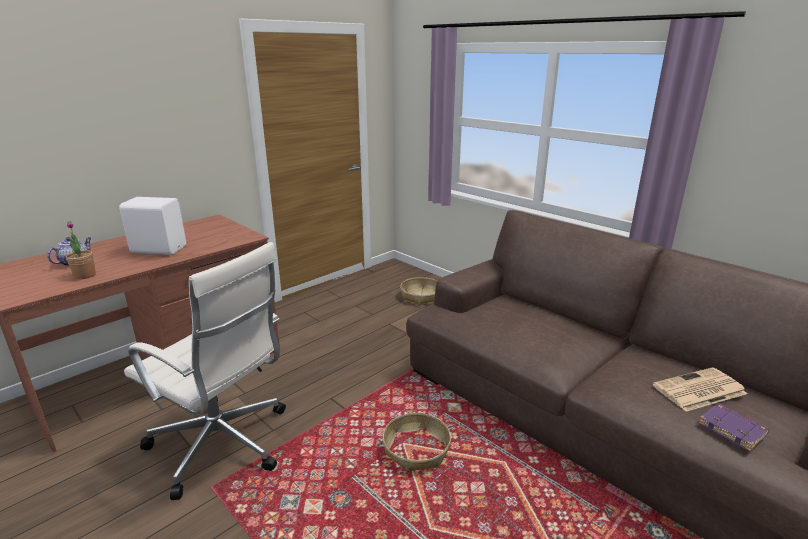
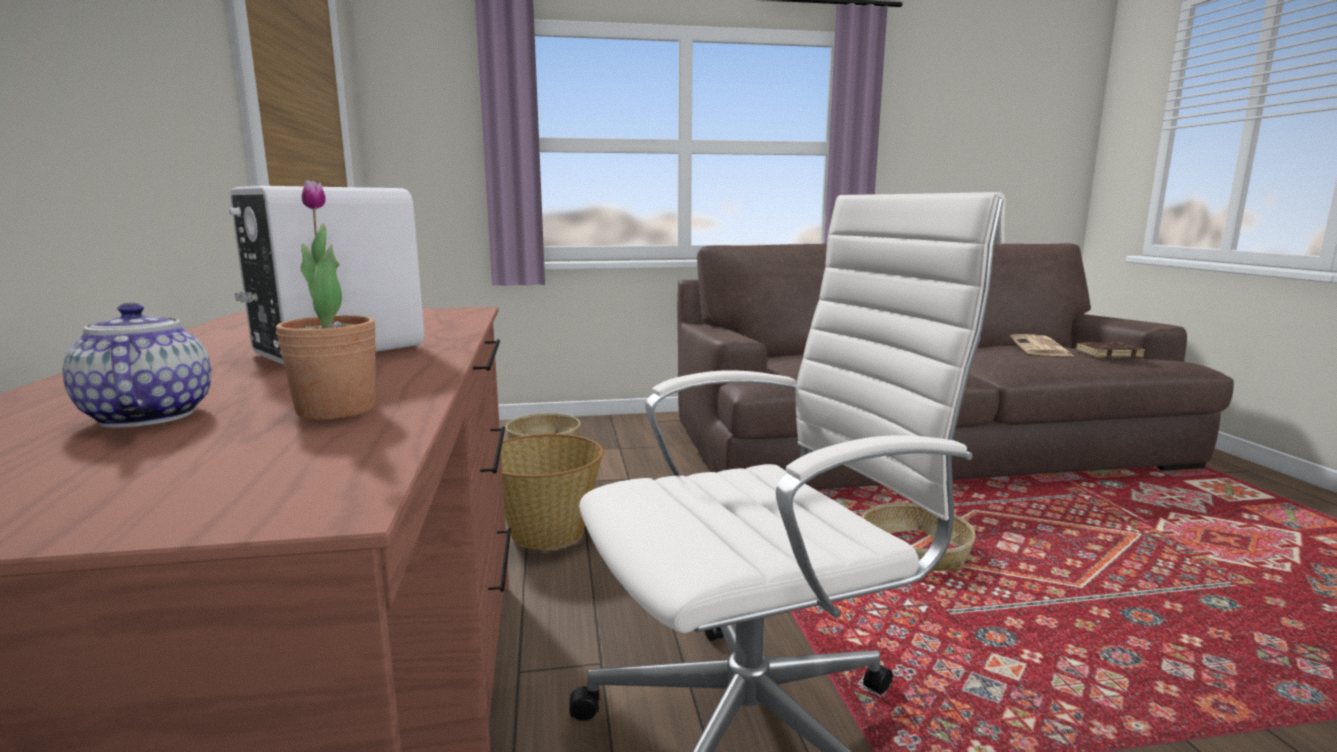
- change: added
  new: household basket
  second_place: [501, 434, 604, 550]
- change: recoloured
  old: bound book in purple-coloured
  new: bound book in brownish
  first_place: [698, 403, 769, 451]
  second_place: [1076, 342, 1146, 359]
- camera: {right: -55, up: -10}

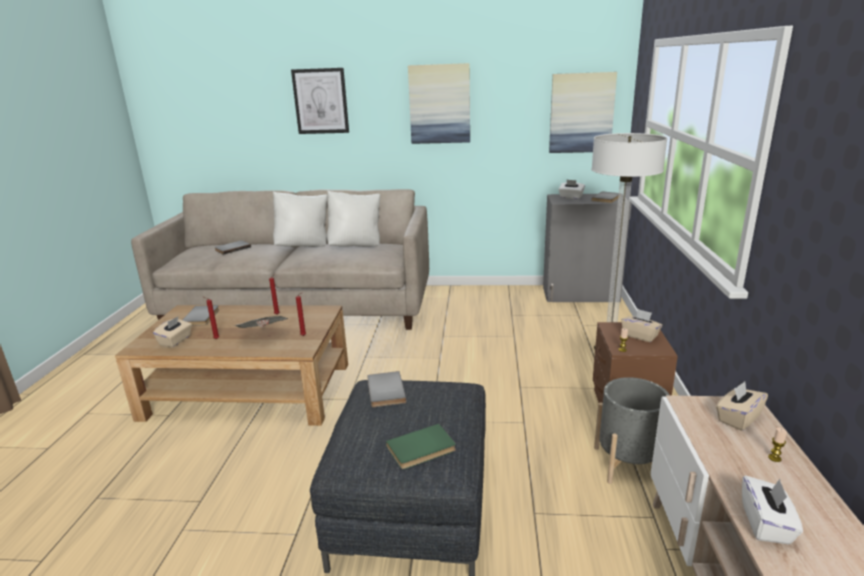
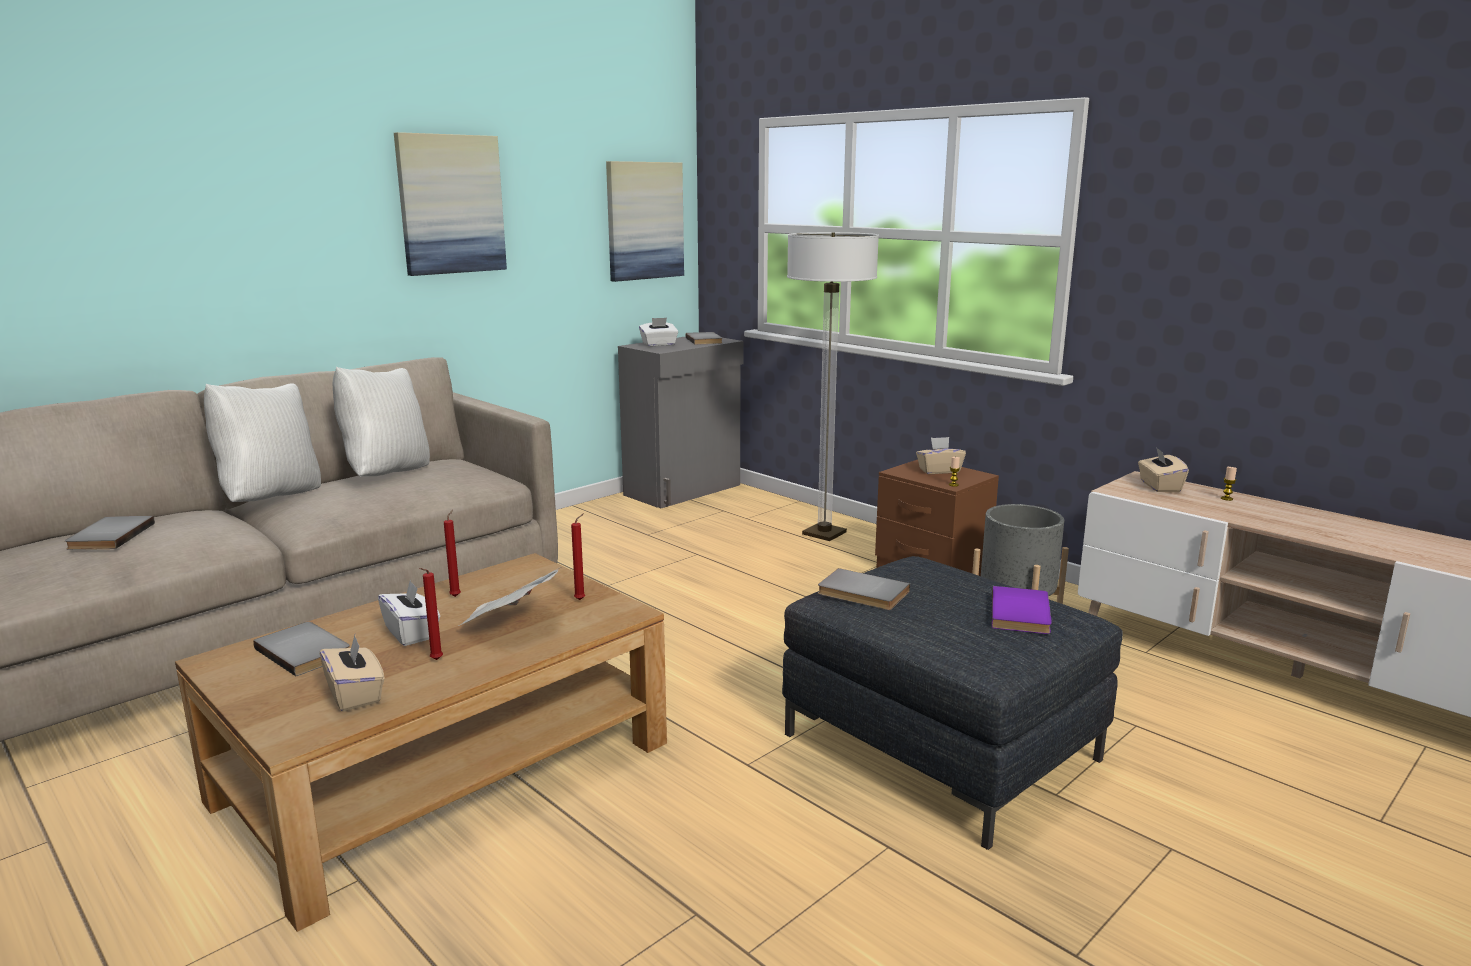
- change: moved
  old: tissue holder in white
  first_place: [742, 475, 803, 545]
  second_place: [378, 580, 440, 646]
- change: recoloured
  old: bound book in green-coloured
  new: bound book in purple-coloured
  first_place: [386, 424, 456, 469]
  second_place: [992, 586, 1052, 634]
- change: removed
  old: wall picture
  first_place: [291, 68, 349, 134]
- camera: {right: -50, up: -5}

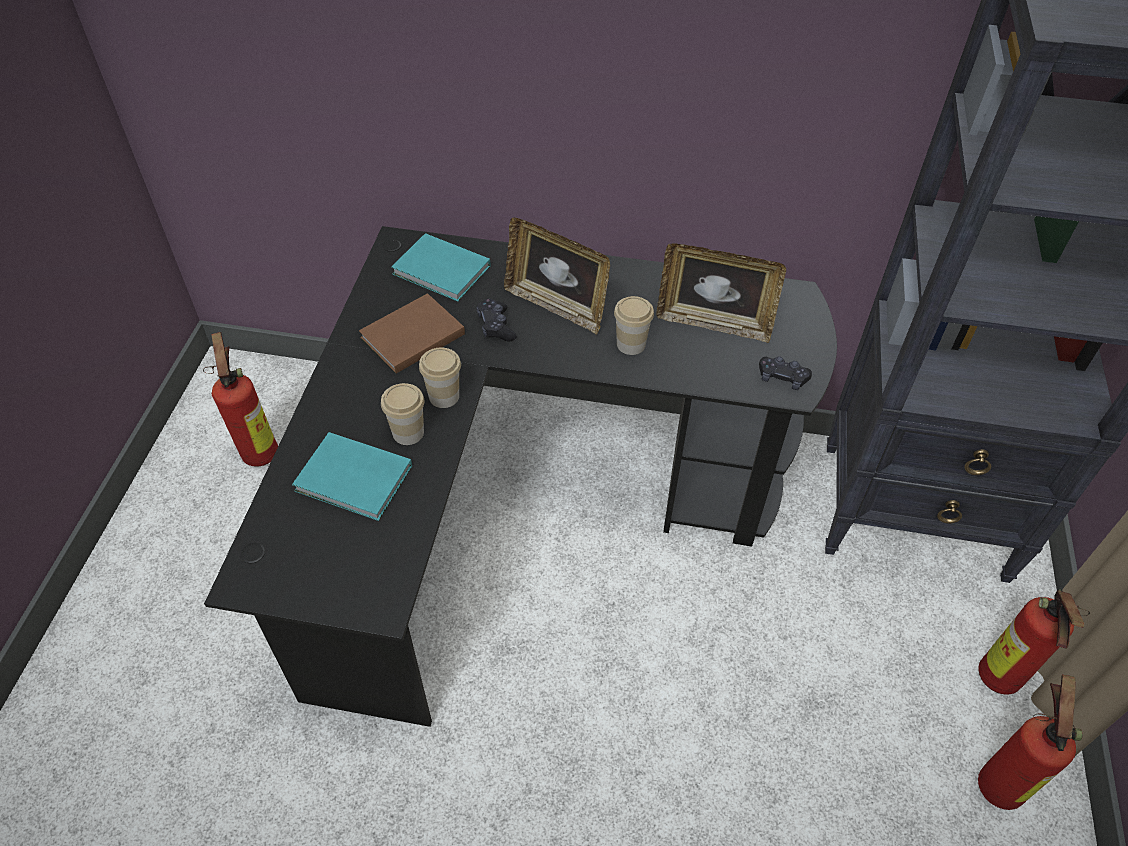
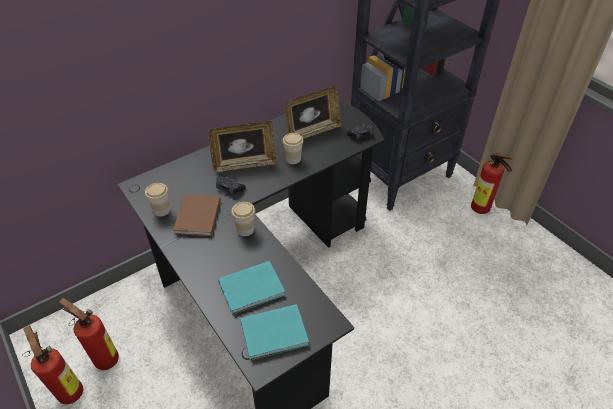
- change: moved
  old: fire-fighting cylinder
  first_place: [978, 675, 1083, 810]
  second_place: [22, 325, 83, 404]
- change: moved
  old: cup
  first_place: [381, 383, 425, 445]
  second_place: [145, 183, 170, 217]
- change: moved
  old: bound book in blue-green
  first_place: [391, 233, 490, 301]
  second_place: [240, 304, 309, 361]
- camera: {right: -45, up: -5}

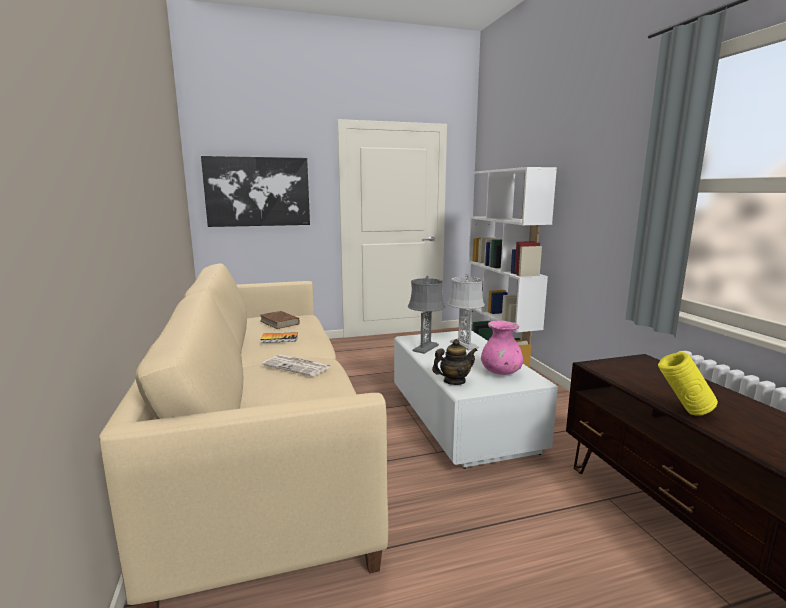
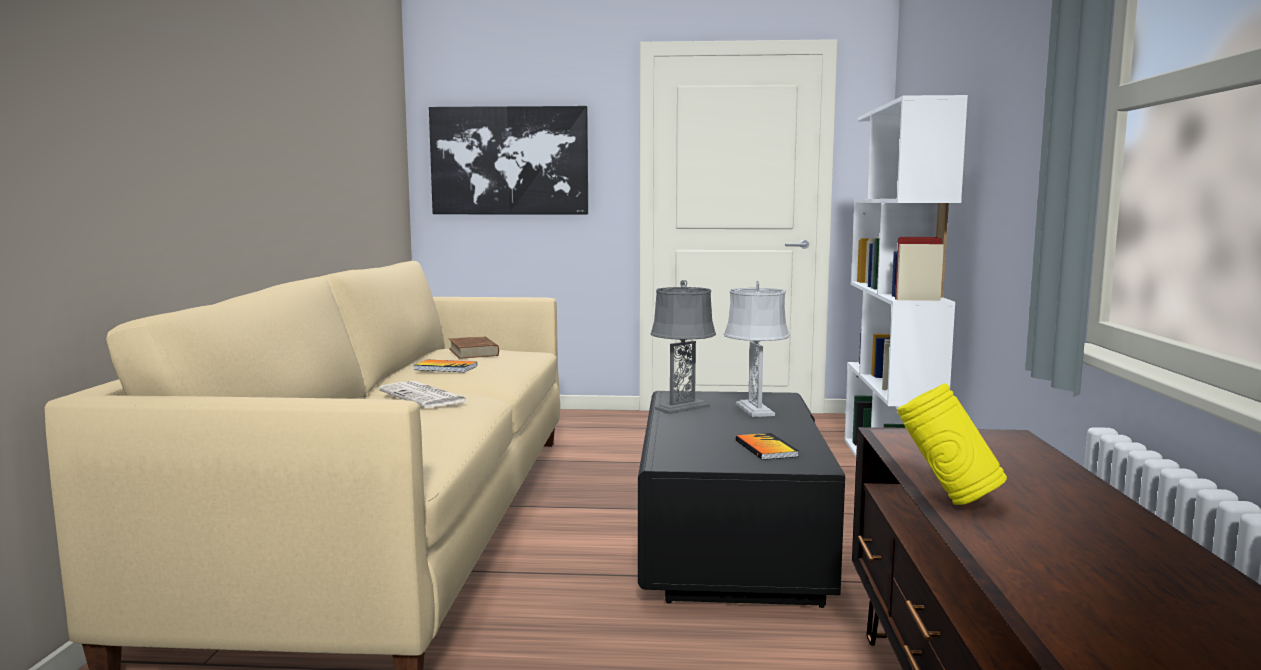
- change: recoloured
  old: coffee table in white
  new: coffee table in black
  first_place: [394, 330, 558, 469]
  second_place: [638, 391, 845, 608]
- change: replaced
  old: flower vase in pink
  new: bound book
  first_place: [481, 321, 523, 375]
  second_place: [736, 433, 799, 460]
- change: removed
  old: teapot
  first_place: [432, 339, 478, 385]
- camera: {right: 20, up: -5}

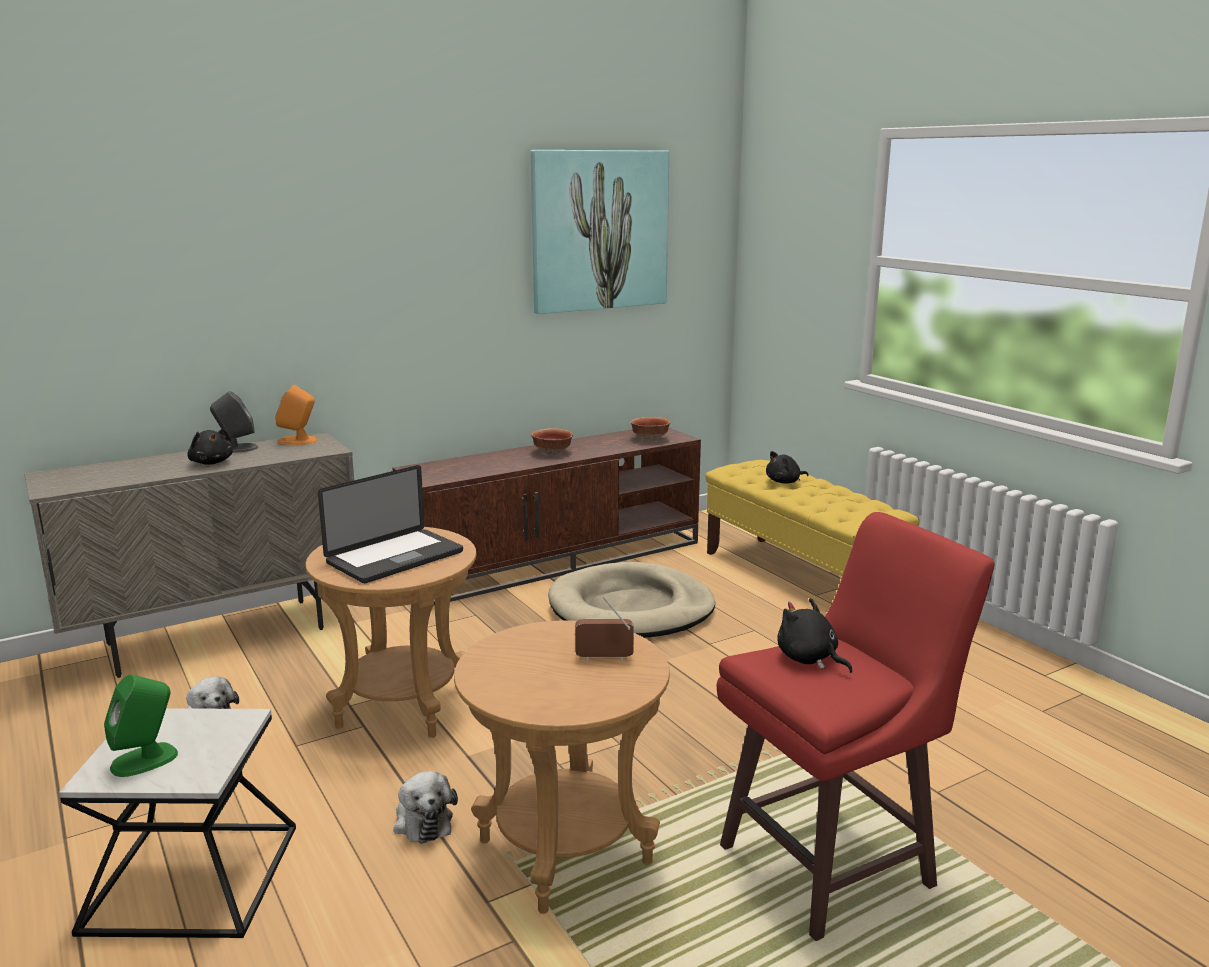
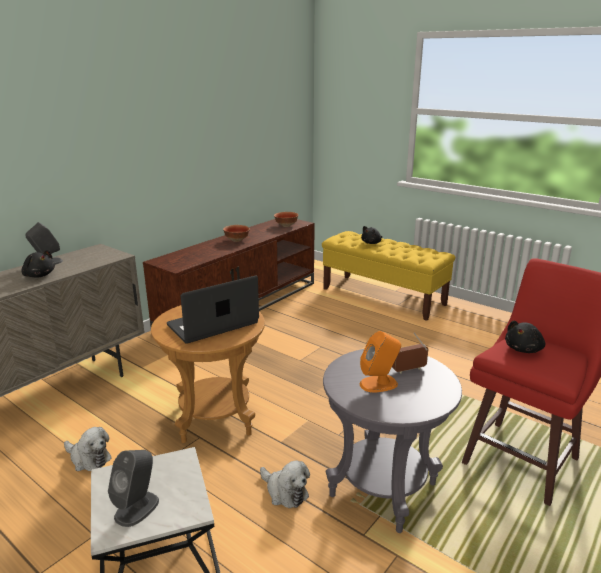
- change: recoloured
  old: speaker in green-coloured
  new: speaker in grey
  first_place: [104, 674, 178, 777]
  second_place: [108, 450, 159, 527]
- change: turned
  old: laptop
  first_place: [318, 465, 463, 583]
  second_place: [167, 276, 259, 344]
  degrees: -150
- change: recoloured
  old: accent table in brownish
  new: accent table in grey
  first_place: [454, 620, 670, 914]
  second_place: [323, 349, 462, 533]
- change: moved
  old: speaker in orange
  first_place: [275, 385, 317, 445]
  second_place: [360, 331, 401, 393]
- change: turned
  old: cuddly toy in black
  first_place: [777, 598, 853, 673]
  second_place: [505, 321, 545, 353]
  degrees: -75
- change: removed
  old: wall picture
  first_place: [531, 150, 669, 314]
- change: removed
  old: dog cushion in sand-coloured
  first_place: [548, 562, 715, 638]
- camera: {right: -20, up: 5}

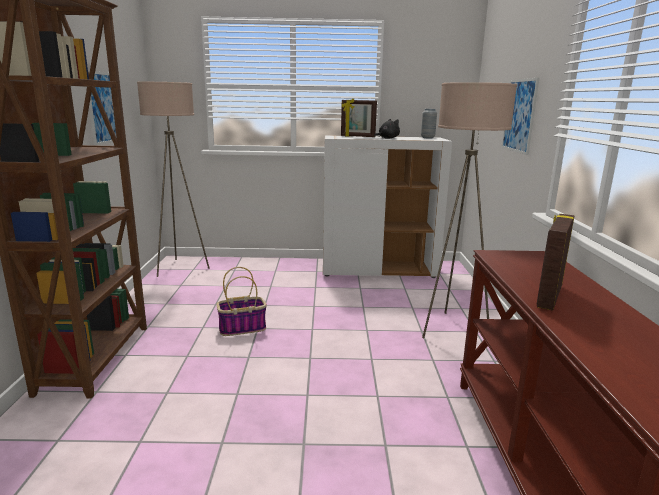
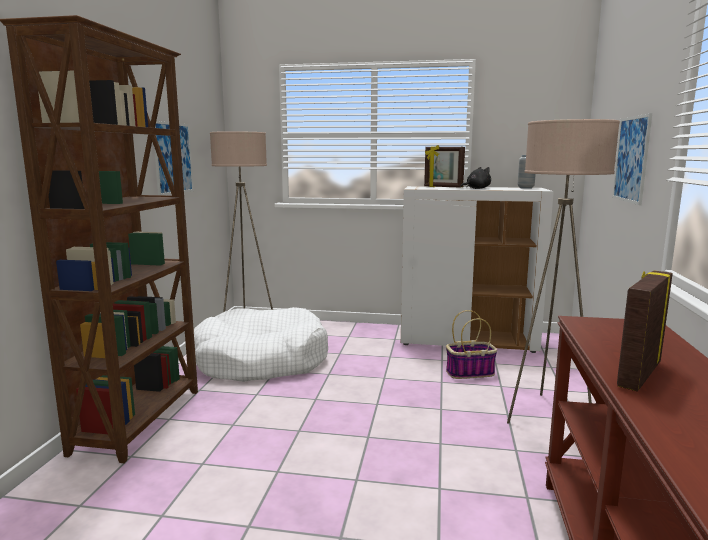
- change: added
  new: dog cushion in white
  second_place: [194, 307, 328, 382]
- change: moved
  old: household basket
  first_place: [216, 267, 267, 336]
  second_place: [446, 310, 497, 379]
- camera: {right: 10, up: -5}

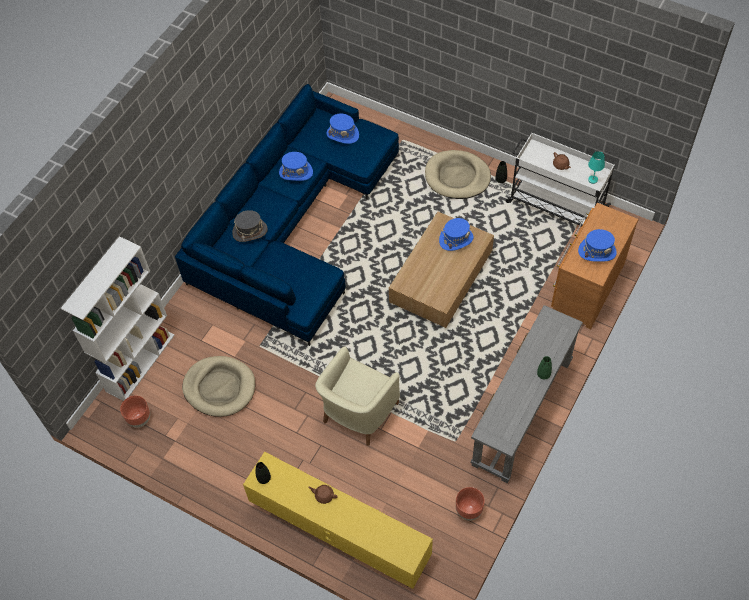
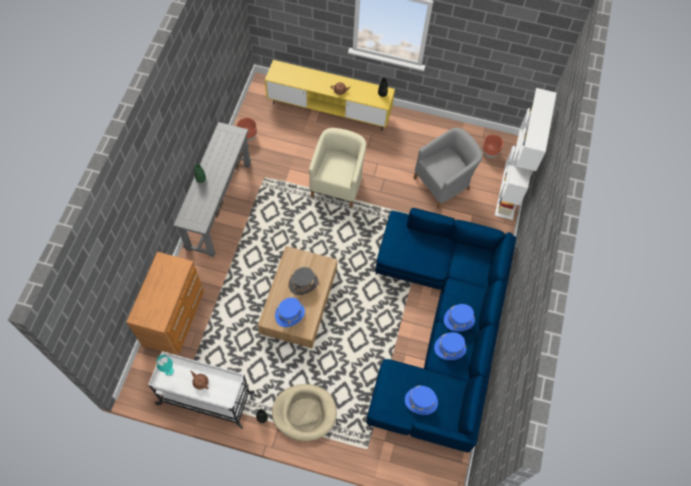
- change: moved
  old: hat in grey
  first_place: [232, 210, 268, 242]
  second_place: [289, 267, 319, 295]
- change: replaced
  old: dog cushion in sand-coloured
  new: lounge chair in grey
  first_place: [182, 356, 255, 417]
  second_place: [413, 128, 482, 209]
- change: moved
  old: hat in blue
  first_place: [578, 229, 617, 262]
  second_place: [444, 304, 475, 331]
- camera: {right: 160, up: 5}

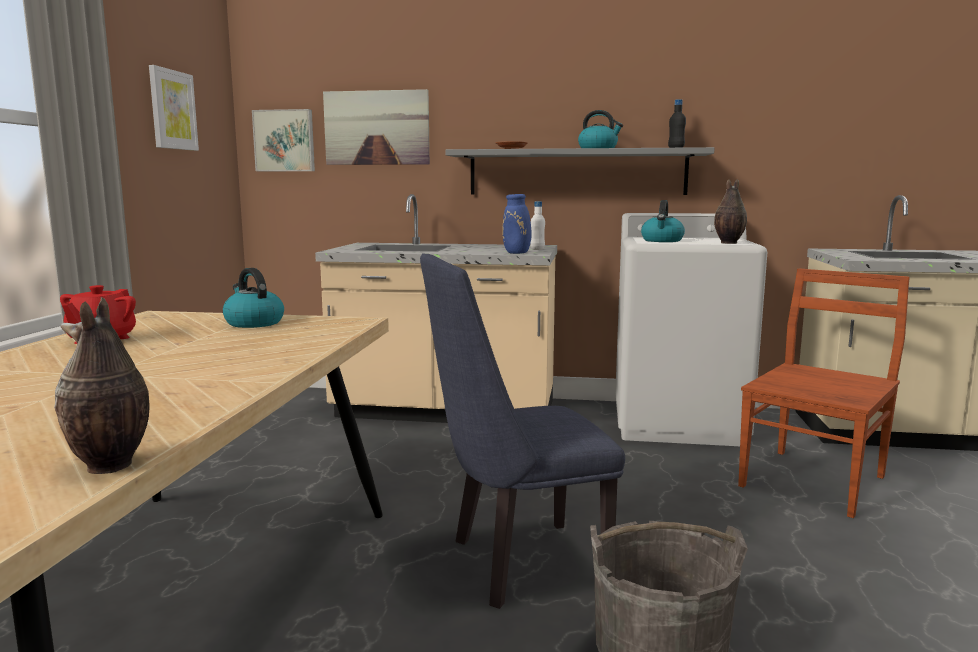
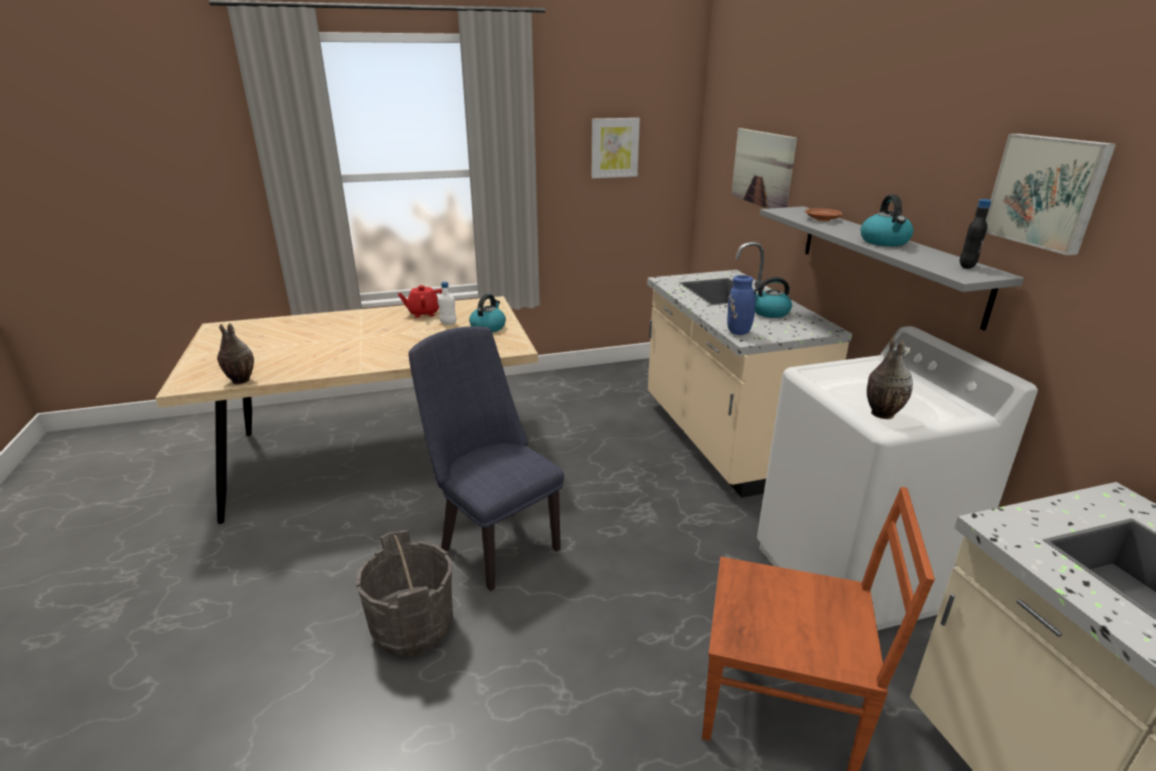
- change: moved
  old: beverage bottle in white
  first_place: [530, 201, 545, 250]
  second_place: [438, 282, 457, 325]
- change: moved
  old: kettle
  first_place: [641, 200, 685, 242]
  second_place: [753, 277, 792, 318]
- change: moved
  old: wall picture
  first_place: [252, 109, 315, 171]
  second_place: [986, 134, 1116, 255]
- camera: {right: 65, up: 15}

